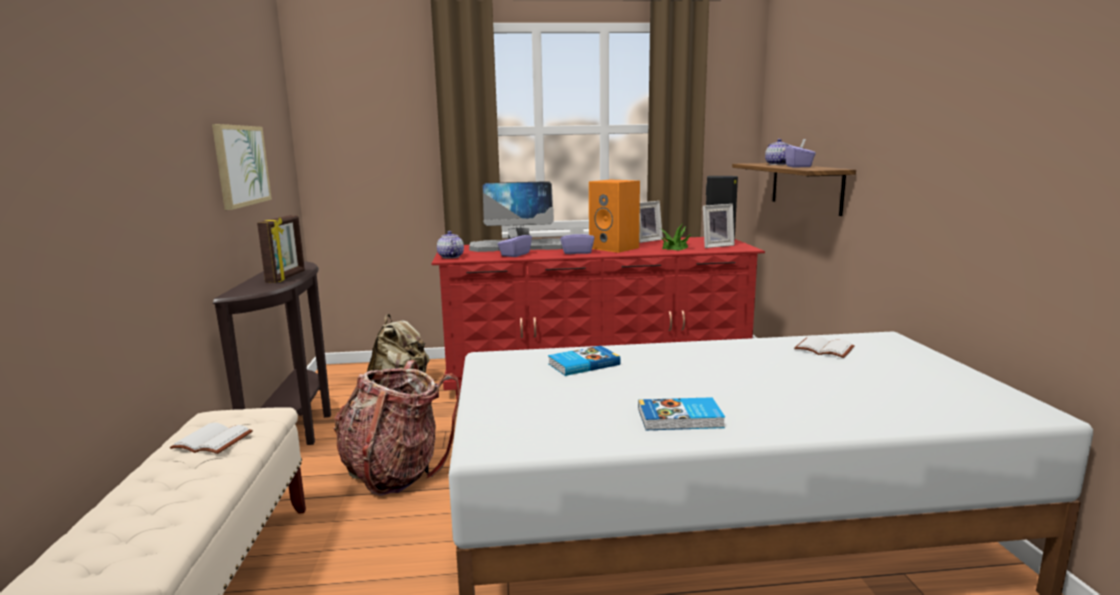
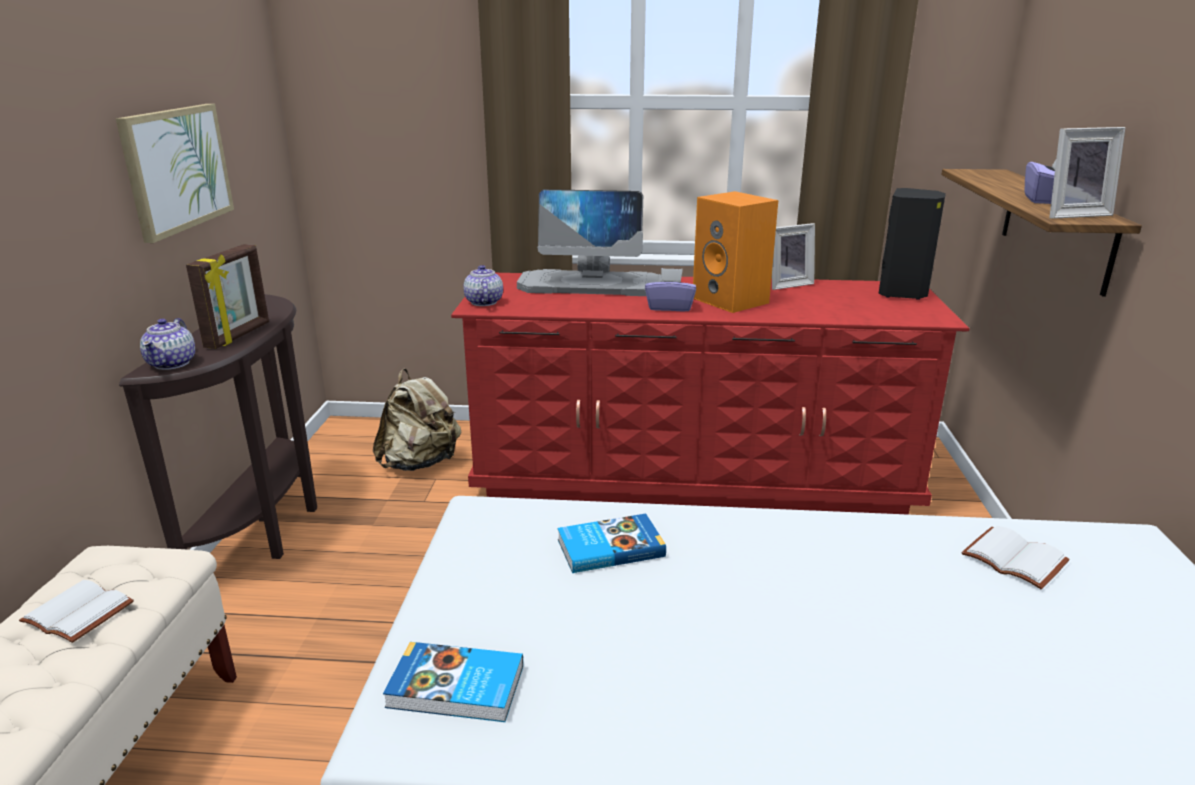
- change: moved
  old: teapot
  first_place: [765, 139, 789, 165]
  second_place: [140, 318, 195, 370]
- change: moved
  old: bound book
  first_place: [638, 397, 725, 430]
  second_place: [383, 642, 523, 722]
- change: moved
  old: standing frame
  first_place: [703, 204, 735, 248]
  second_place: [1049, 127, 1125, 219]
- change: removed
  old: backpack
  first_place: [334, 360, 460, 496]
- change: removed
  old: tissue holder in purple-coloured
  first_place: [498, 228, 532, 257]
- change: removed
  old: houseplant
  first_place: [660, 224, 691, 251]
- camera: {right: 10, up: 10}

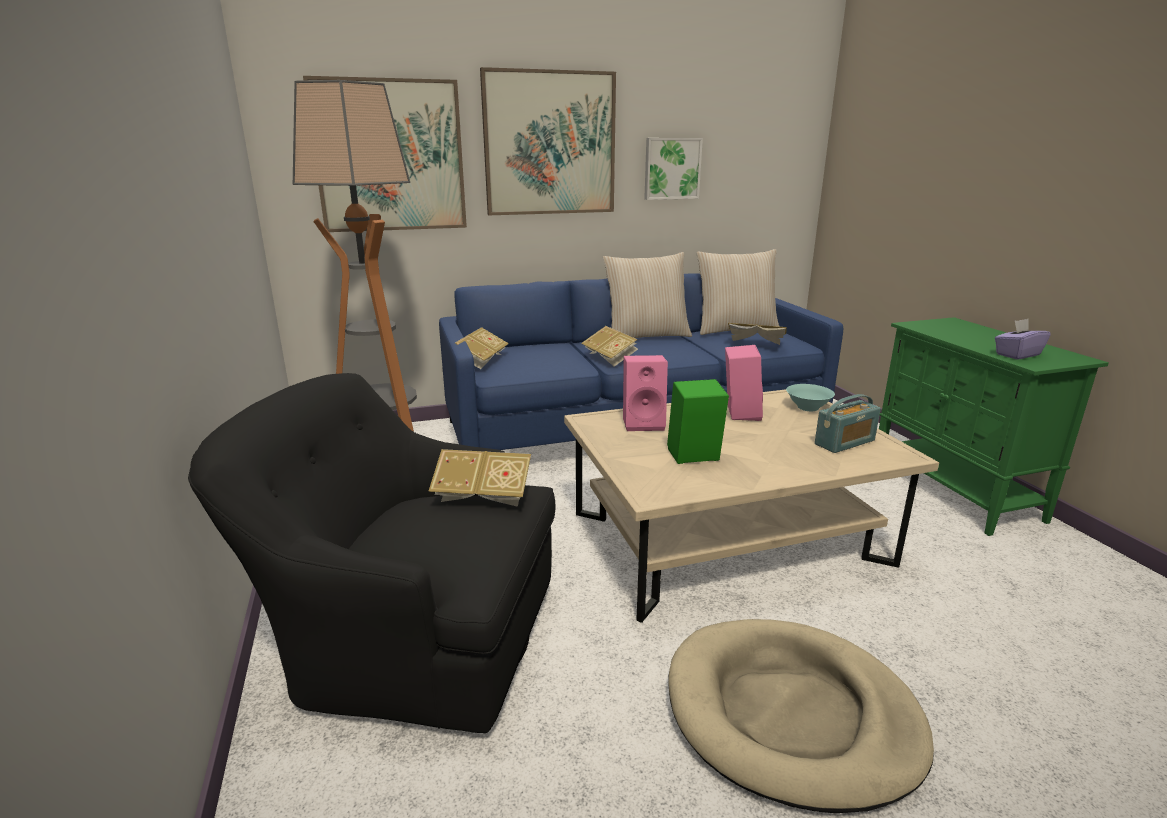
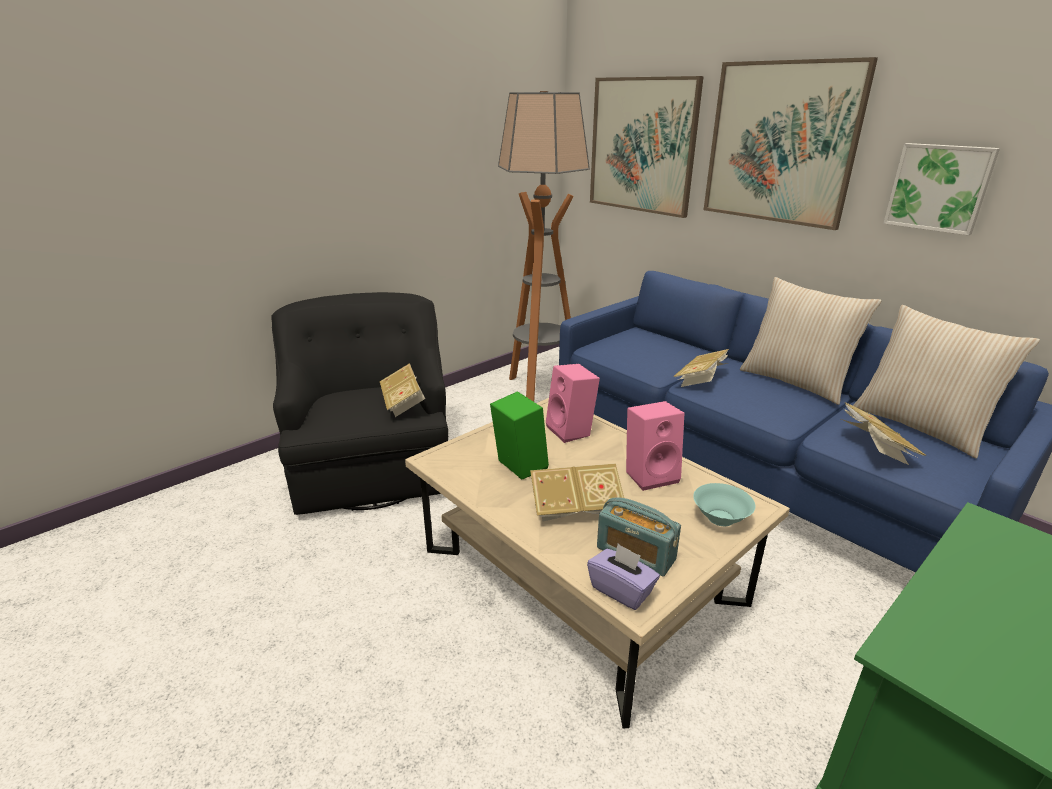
- change: moved
  old: bound book
  first_place: [455, 327, 509, 369]
  second_place: [530, 463, 624, 522]
- change: moved
  old: tissue holder in purple-coloured
  first_place: [995, 319, 1051, 360]
  second_place: [587, 544, 660, 610]
- change: removed
  old: dog cushion in sand-coloured
  first_place: [668, 619, 934, 813]
- camera: {right: 65, up: 5}

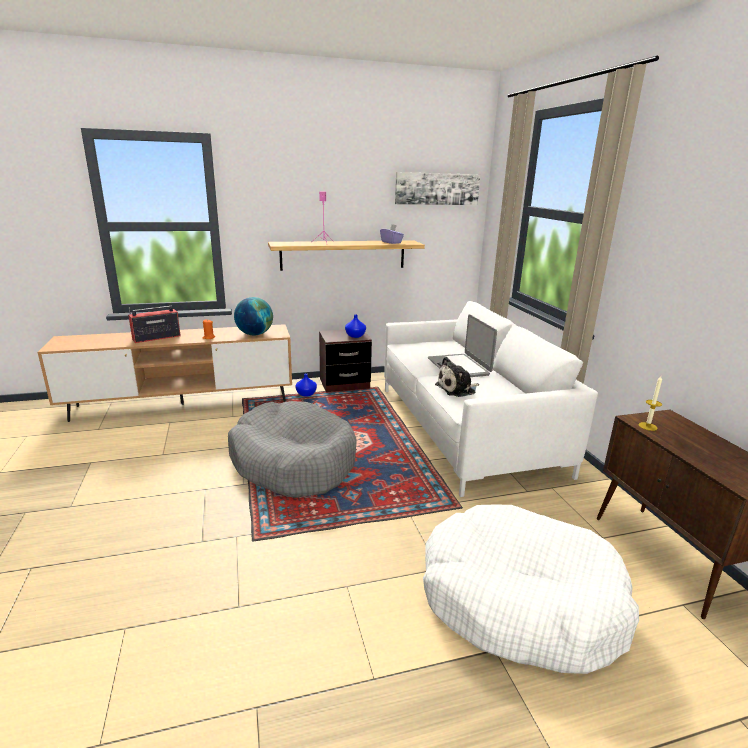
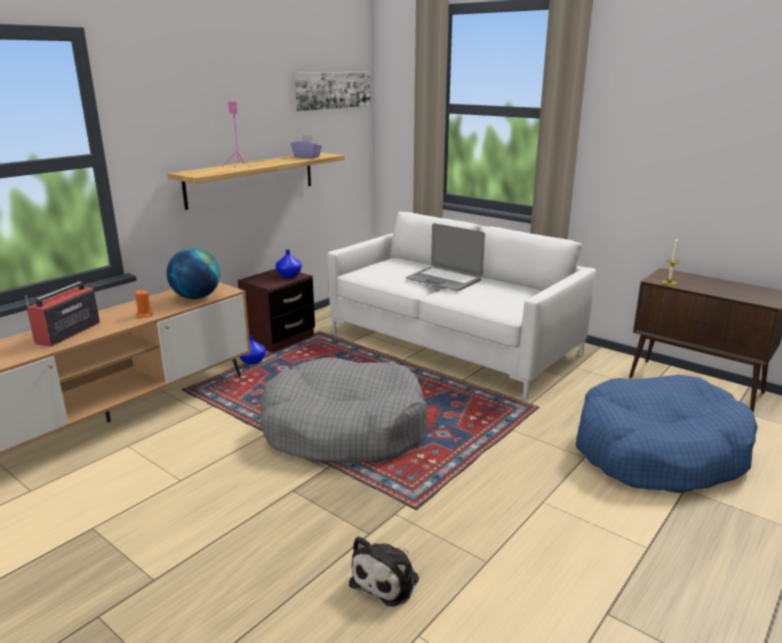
- change: moved
  old: cuddly toy
  first_place: [435, 357, 479, 397]
  second_place: [349, 536, 419, 607]
- change: recoloured
  old: dog cushion in white
  new: dog cushion in blue
  first_place: [423, 505, 639, 674]
  second_place: [576, 375, 758, 493]
- camera: {right: -35, up: 0}

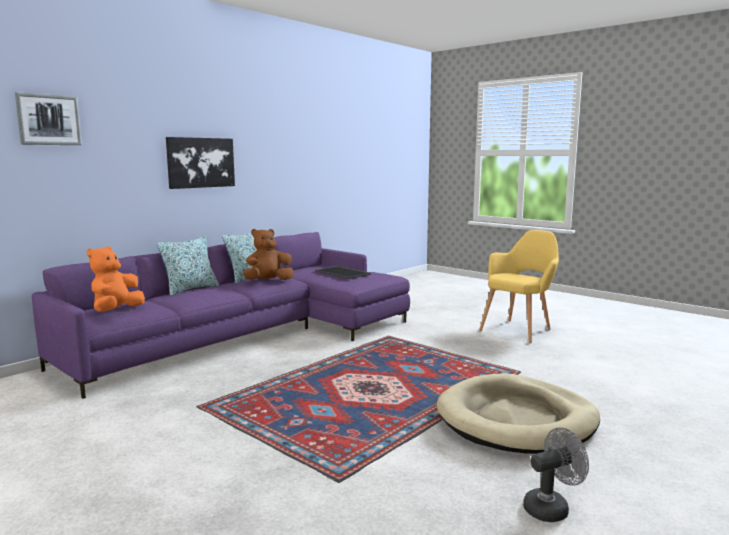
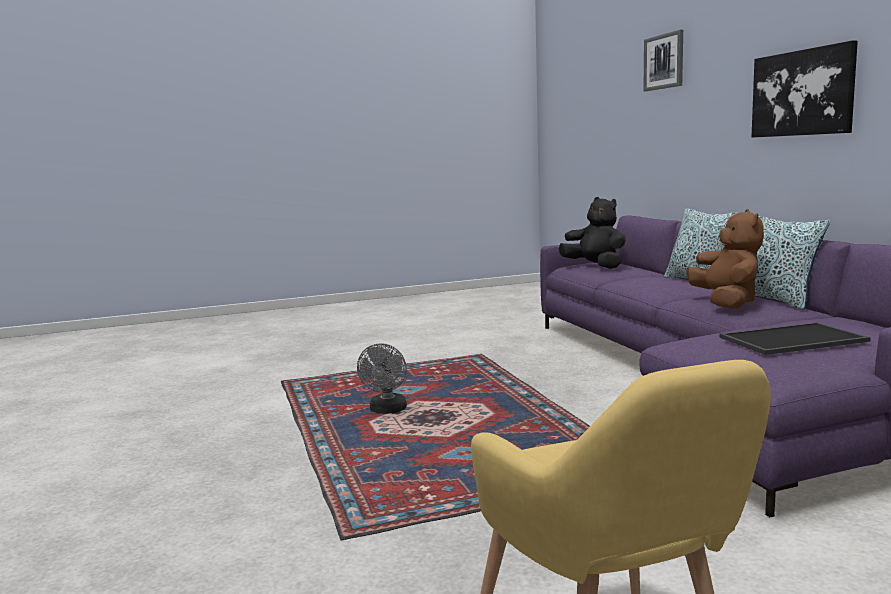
- change: moved
  old: electric fan in grey
  first_place: [523, 428, 589, 522]
  second_place: [357, 343, 407, 414]
- change: recoloured
  old: cuddly toy in orange
  new: cuddly toy in black
  first_place: [87, 246, 145, 312]
  second_place: [559, 197, 626, 269]
- change: removed
  old: dog cushion in sand-coloured
  first_place: [437, 373, 600, 454]
- camera: {right: 120, up: 0}

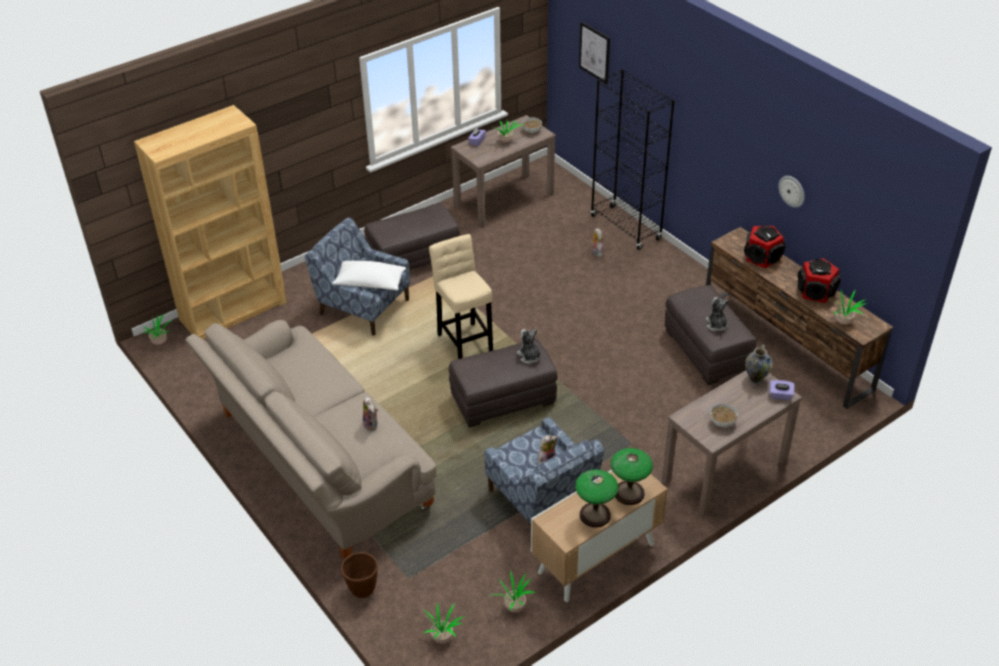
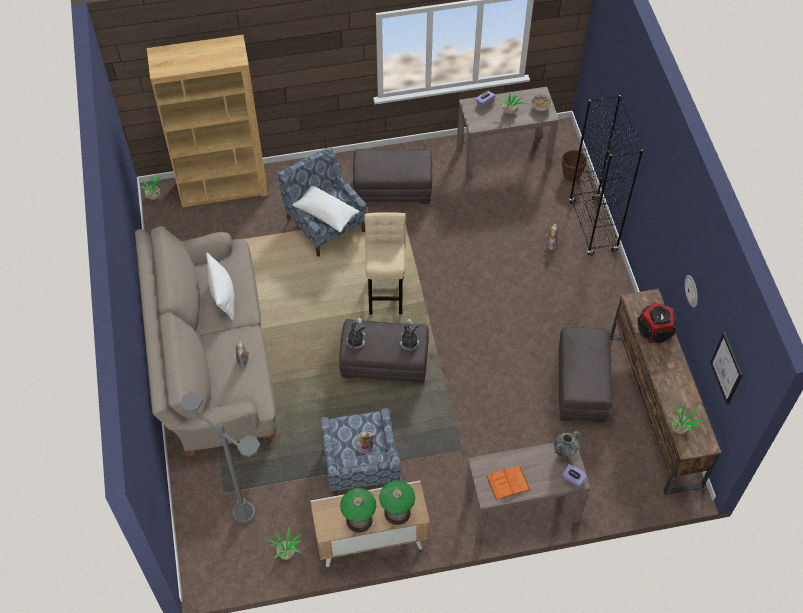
- change: added
  new: standing lamp in grey
  second_place: [180, 392, 260, 523]
- change: added
  new: pillow in white
  second_place: [206, 253, 234, 320]
- change: moved
  old: cuddly toy
  first_place: [706, 297, 729, 331]
  second_place: [346, 318, 366, 349]
- change: replaced
  old: deep dish
  new: bound book in orange
  first_place: [710, 404, 738, 427]
  second_place: [486, 466, 530, 501]
- change: moved
  old: planter in brownish
  first_place: [341, 552, 378, 598]
  second_place: [562, 150, 587, 181]
- change: moved
  old: wall picture
  first_place: [579, 22, 610, 84]
  second_place: [710, 332, 743, 404]
- change: removed
  old: houseplant
  first_place: [424, 603, 465, 644]
- change: removed
  old: speaker
  first_place: [797, 258, 841, 303]
- camera: {right: 25, up: 15}

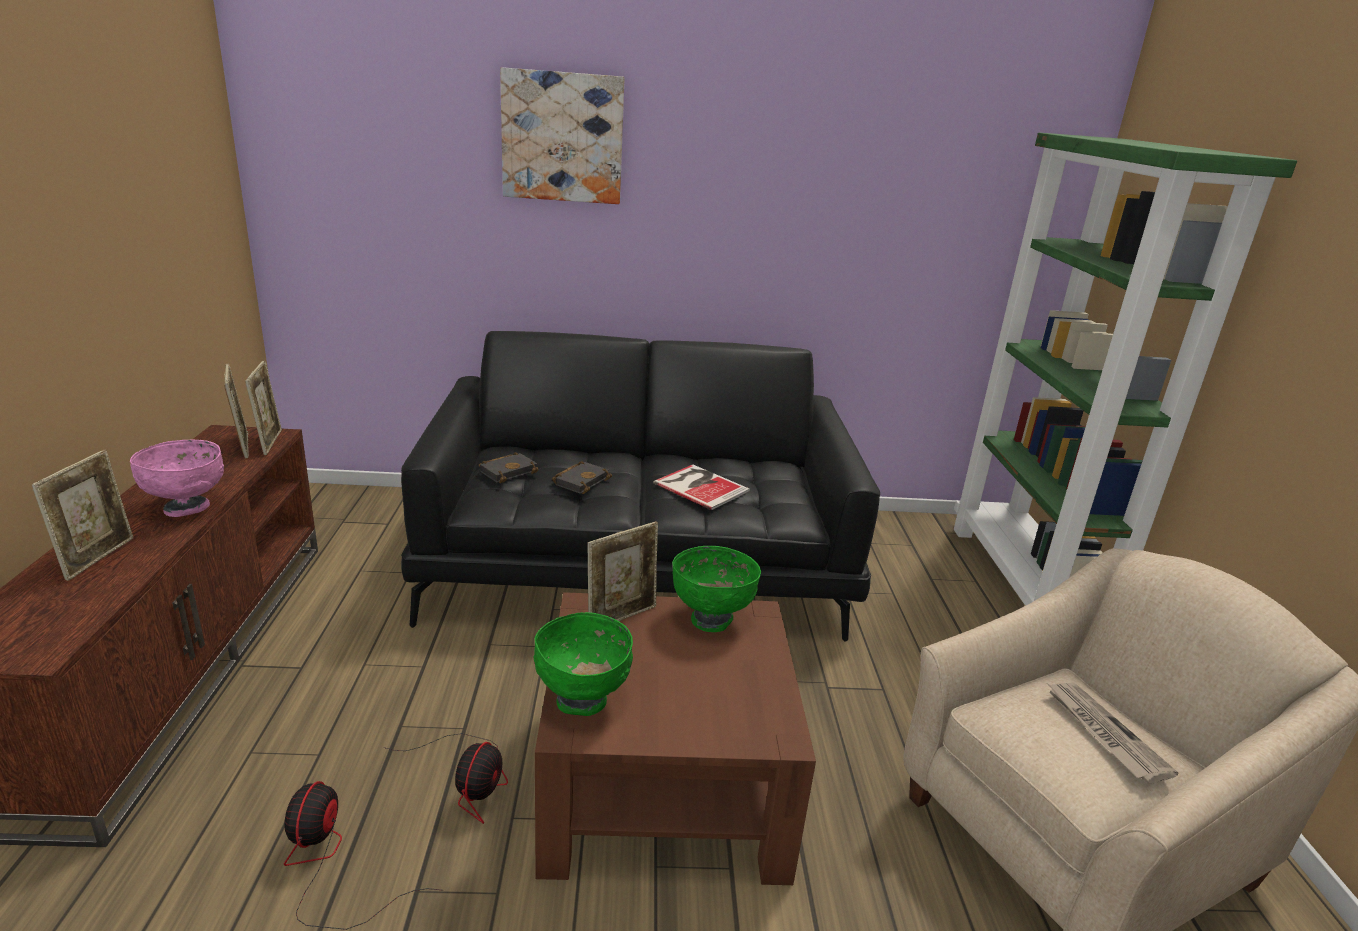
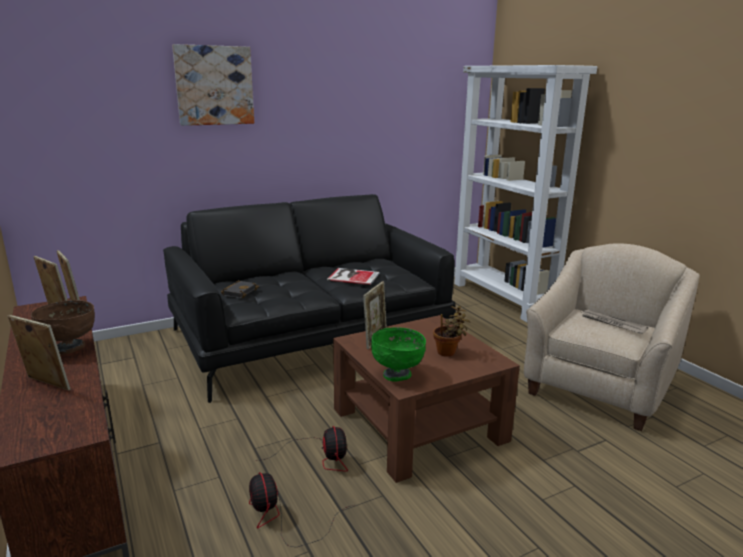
- change: turned
  old: standing frame
  first_place: [32, 450, 133, 581]
  second_place: [8, 315, 70, 390]
  degrees: -45
- change: recoloured
  old: deep dish in pink
  new: deep dish in brownish
  first_place: [130, 440, 224, 517]
  second_place: [31, 300, 95, 355]
- change: added
  new: houseplant
  second_place: [433, 306, 470, 357]
- change: recoloured
  old: bookshelf in green-coloured
  new: bookshelf in white
  first_place: [954, 133, 1297, 606]
  second_place: [454, 65, 597, 322]
- change: removed
  old: bound book in black
  first_place: [552, 461, 612, 494]
- change: removed
  old: deep dish in green-coloured
  first_place: [672, 546, 761, 632]
- camera: {right: -25, up: -5}

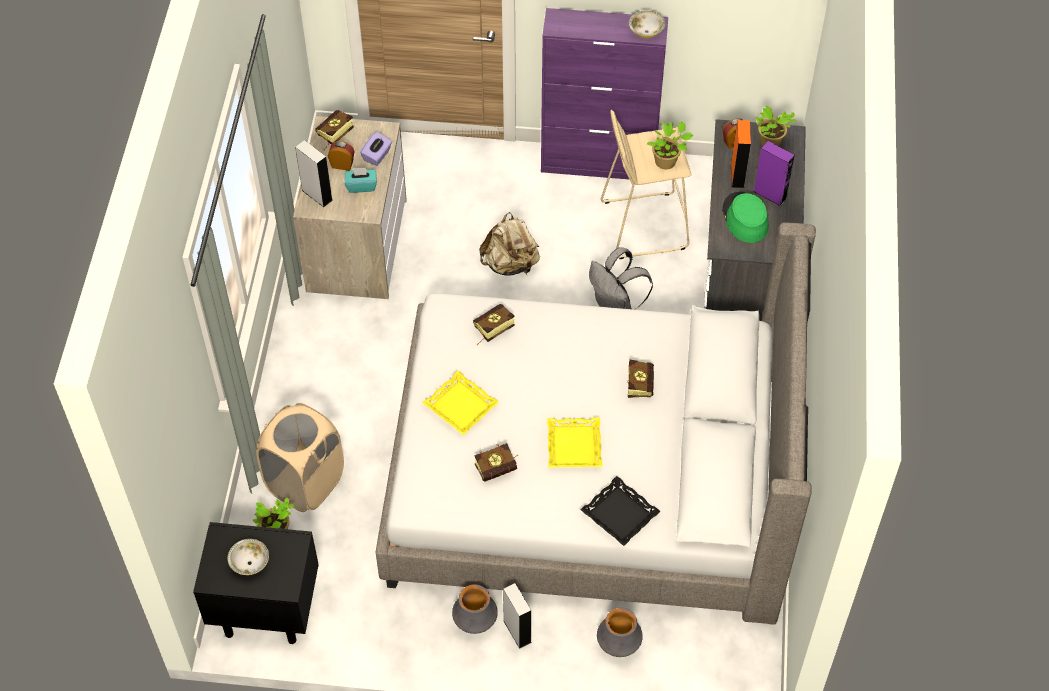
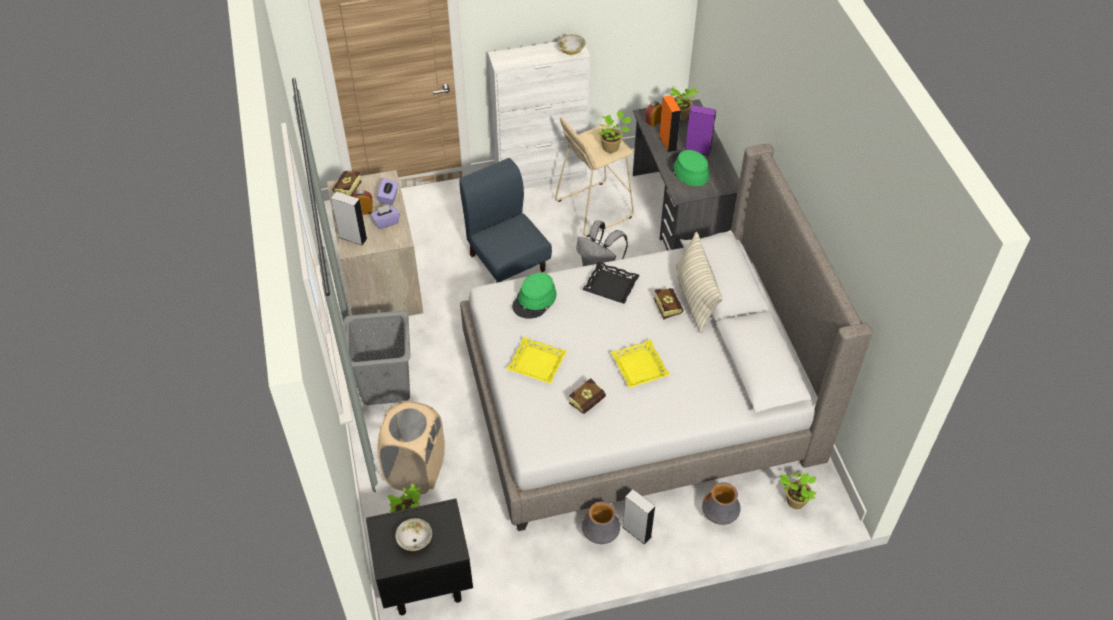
- change: added
  new: washing basket in grey
  second_place: [343, 310, 411, 405]
- change: recoloured
  old: tissue holder in blue-green
  new: tissue holder in purple-coloured
  first_place: [345, 168, 377, 193]
  second_place: [371, 205, 400, 229]
- change: replaced
  old: backpack in sand-coloured
  new: chair in blue
  first_place: [479, 212, 540, 276]
  second_place: [459, 158, 552, 283]
- change: recoloured
  old: cupboard in purple-coloured
  new: cupboard in white
  first_place: [541, 8, 668, 180]
  second_place: [488, 42, 590, 189]
- change: replaced
  old: bound book
  new: hat in green-coloured
  first_place: [473, 304, 515, 345]
  second_place: [512, 273, 556, 319]
- change: moved
  old: carrying tray in black
  first_place: [580, 476, 661, 546]
  second_place: [582, 261, 640, 304]
- change: added
  new: pillow
  second_place: [676, 232, 723, 333]
- change: added
  new: houseplant
  second_place: [780, 472, 817, 509]
- camera: {right: -20, up: -5}

